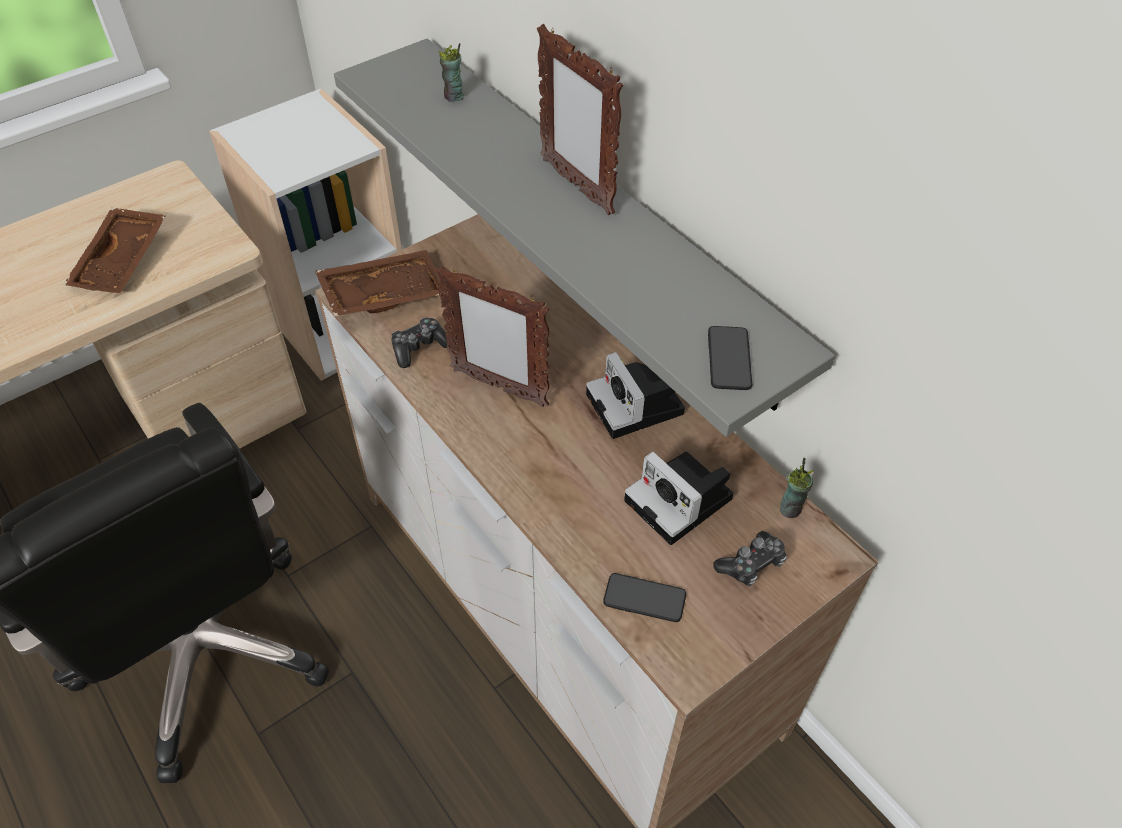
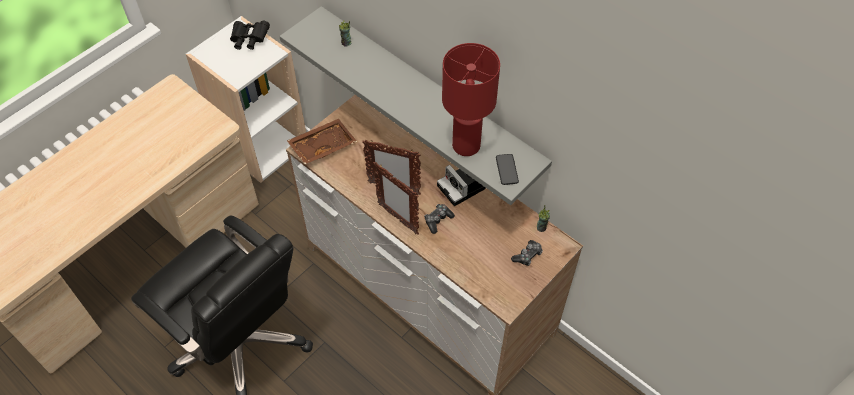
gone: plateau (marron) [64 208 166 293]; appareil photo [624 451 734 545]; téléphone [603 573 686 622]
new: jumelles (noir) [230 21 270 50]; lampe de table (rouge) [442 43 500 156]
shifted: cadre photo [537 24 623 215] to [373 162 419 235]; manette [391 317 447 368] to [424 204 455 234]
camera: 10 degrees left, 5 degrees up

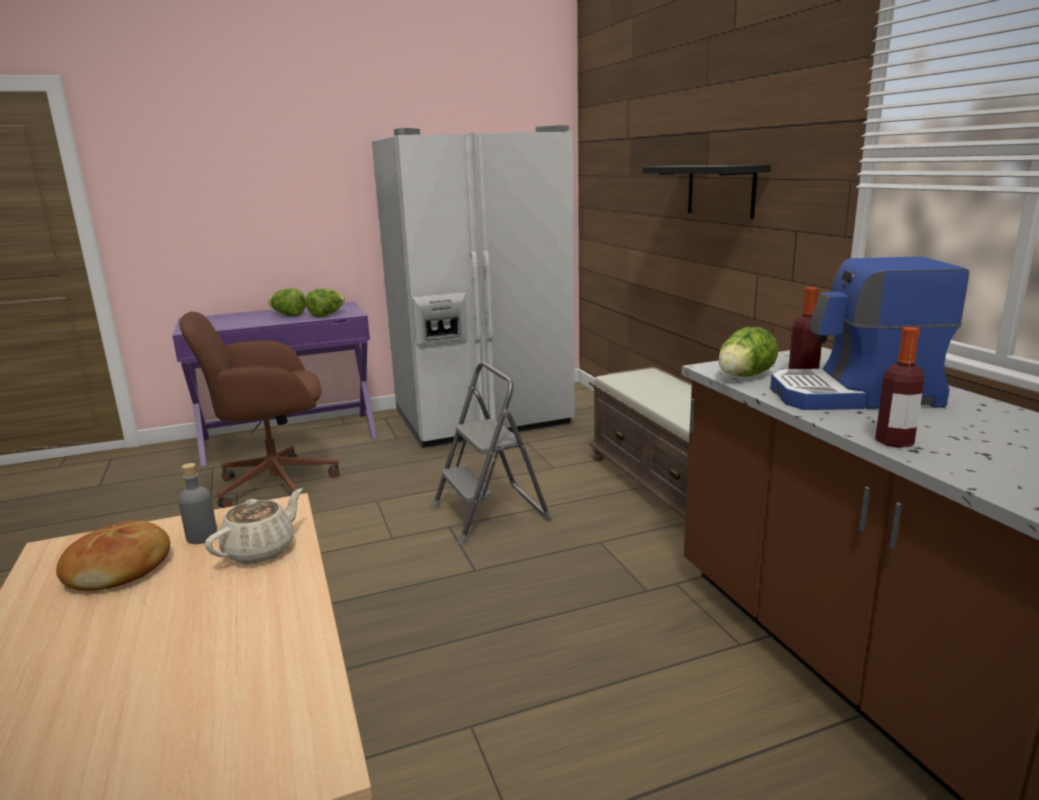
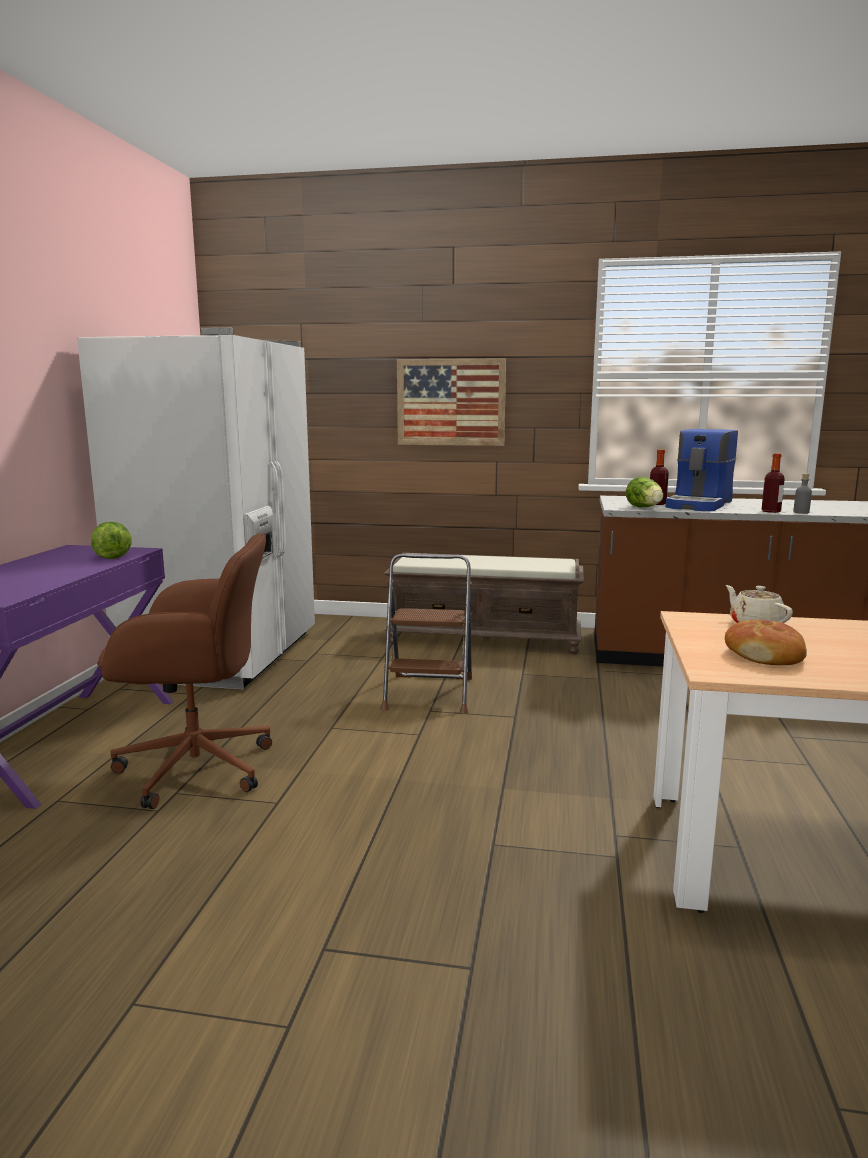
gone: laitue [268 288 306 316]
shifted: bouteille (gris) [178 463 217 544] to [793 474 812 514]
swapped: étagère (noir) [642 165 771 219] to tableau [397 358 506 446]
repainted: escabeau (gris) [430 362 551 545] to escabeau (marron) [380 553 472 714]
rotated: chaise de bureau (marron) [180 312 339 508] = [97 533 272 809] 105 degrees counterclockwise
camera: 60 degrees left, 5 degrees down

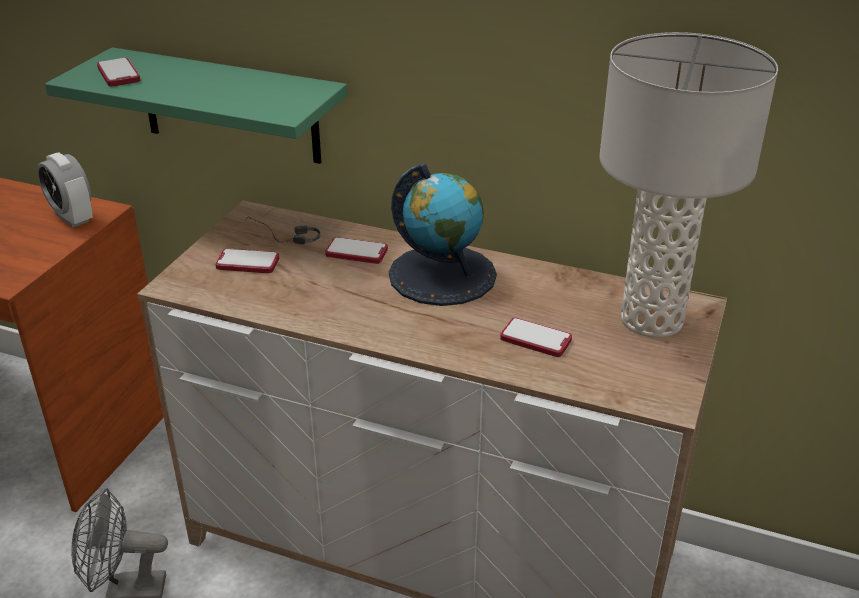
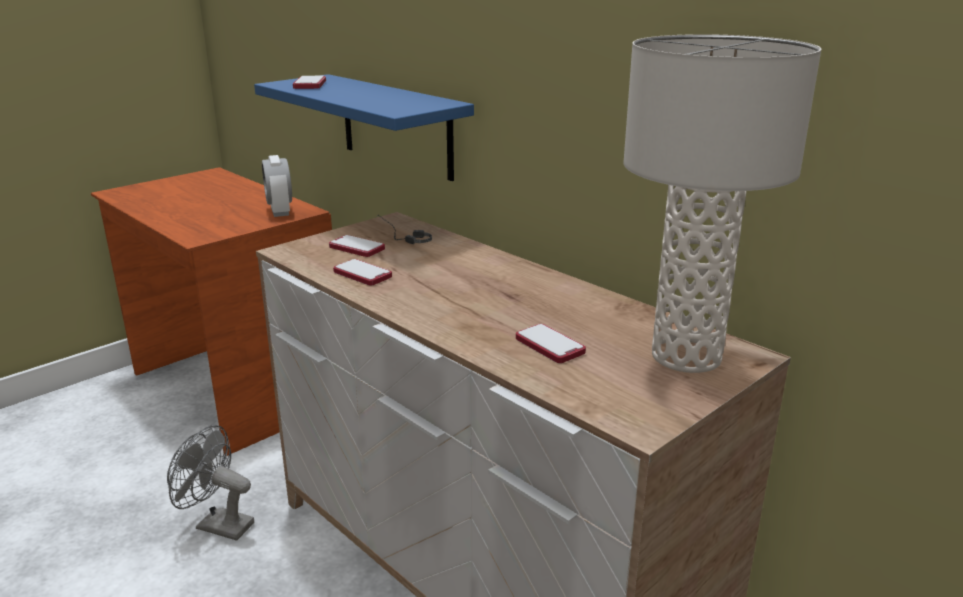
gone: globe [389 163 497 306]
shifted: téléphone [325 237 388 264] to [333 259 392 286]
repainted: étagère (vert) [45 47 348 164] to étagère (bleu) [254 74 474 181]
camera: 25 degrees right, 10 degrees down

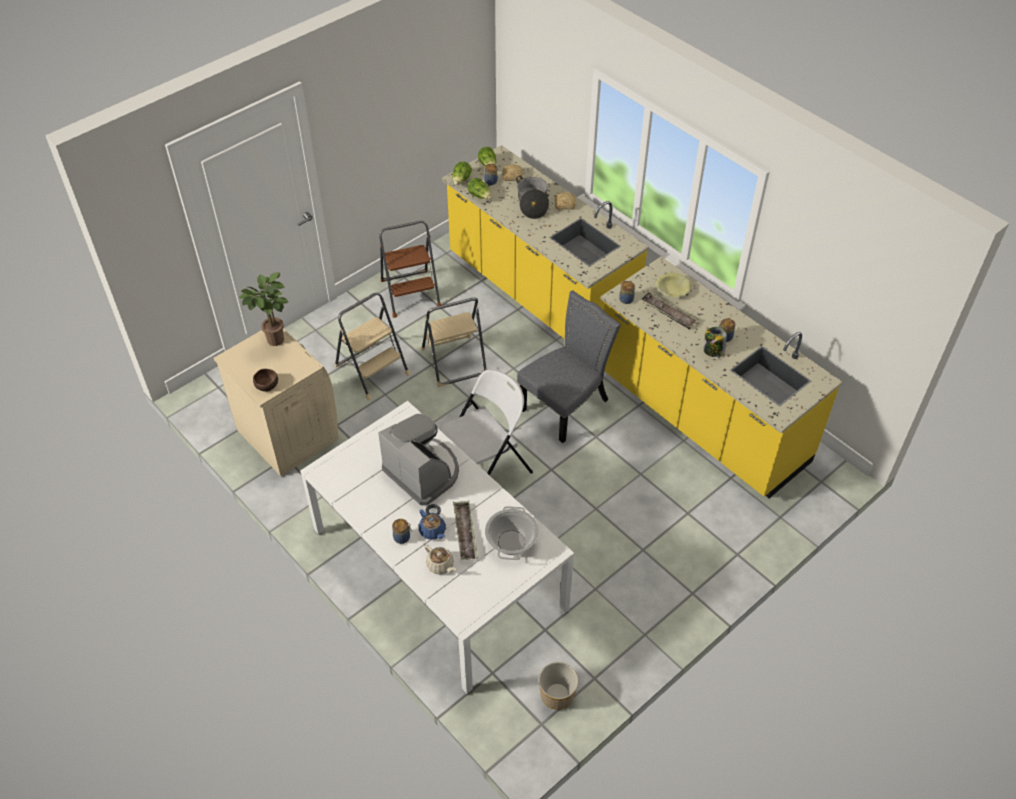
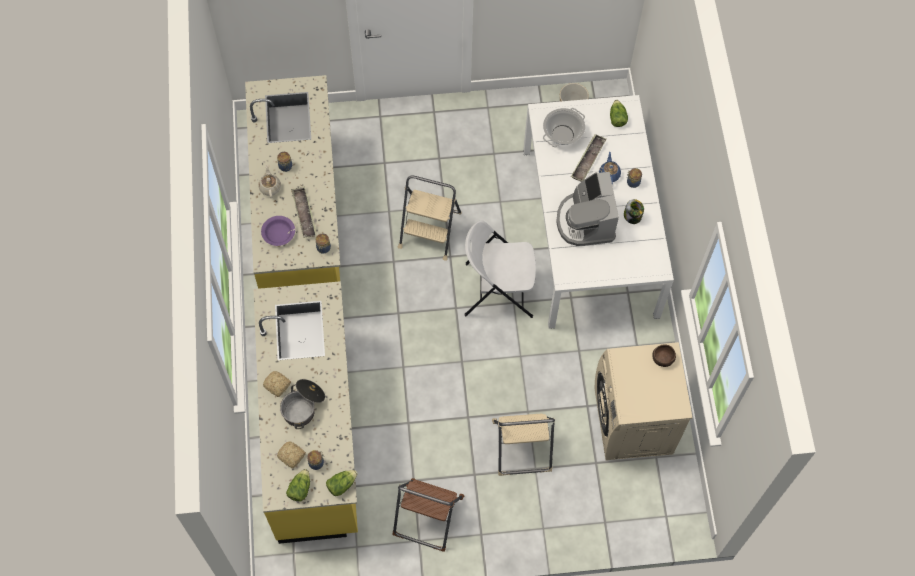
gone: plante en pot [239 273 288 346]; chaise (gris) [517 291 621 443]
shifted: laitue [468 178 491 200] to [610 100 628 127]; escabeau (beige) [421 298 487 387] to [398 176 462 261]; bocal [704 327 727 357] to [624 199 644 224]; théière (beige) [425 545 456 574] to [258 164 281 198]
repainted: bol (jaune) [656 273 691 297] to bol (violet) [261 216 295 246]
camera: 145 degrees left, 15 degrees up

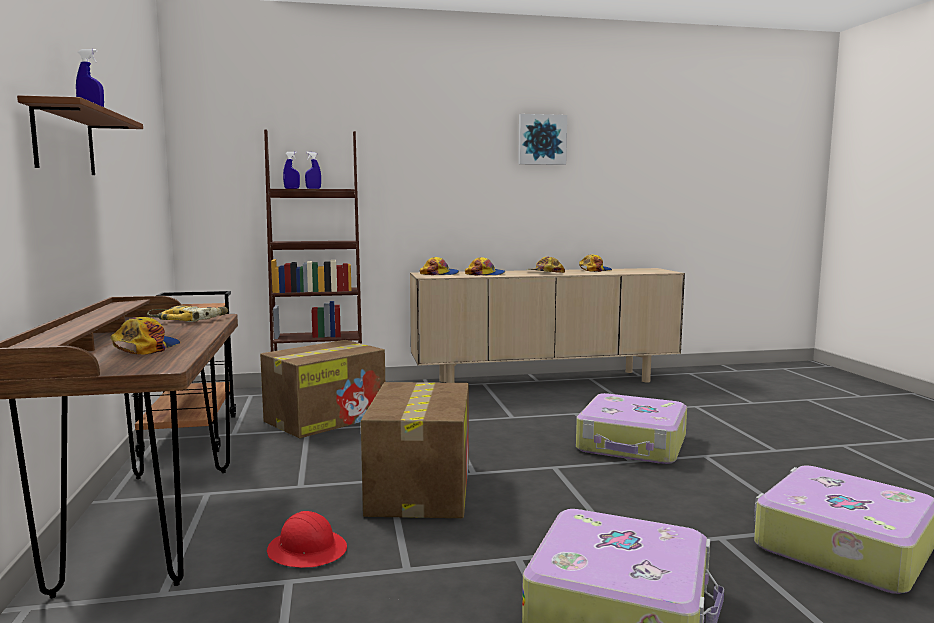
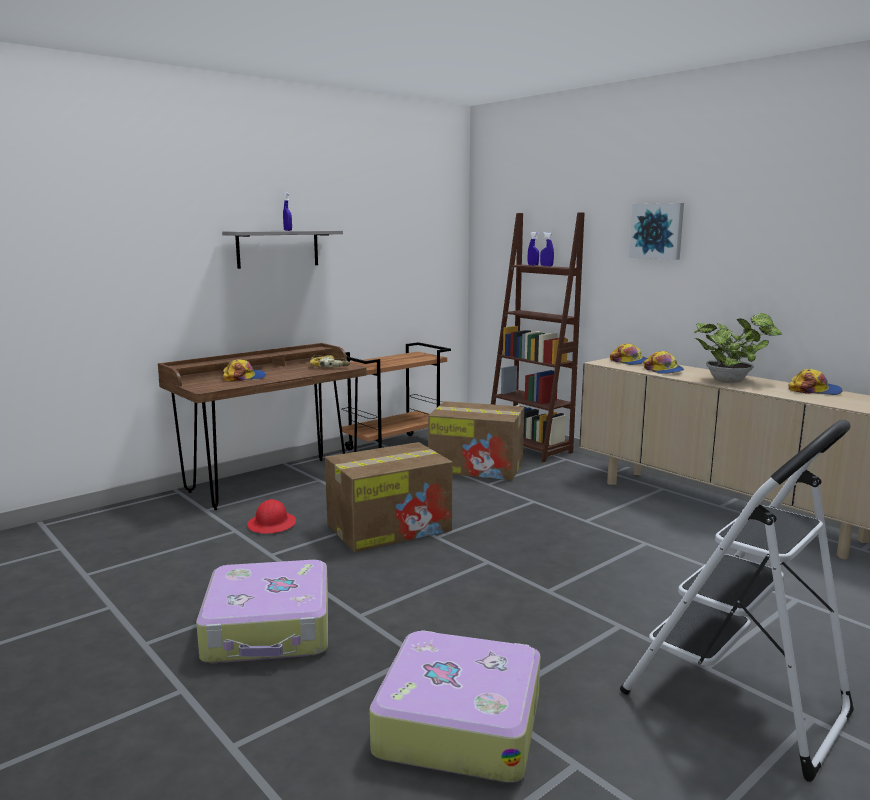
gone: valise [576 393 687 464]
new: escabeau [620 420 854 782]
shifted: tableau [518 114 567 165] to [629 203 684 260]
swapped: casquette [529 257 565 273] to plante en pot [694 313 782 383]
repainted: étagère (marron) [17 95 143 175] to étagère (gris) [222 230 343 269]
camera: 60 degrees right, 5 degrees up

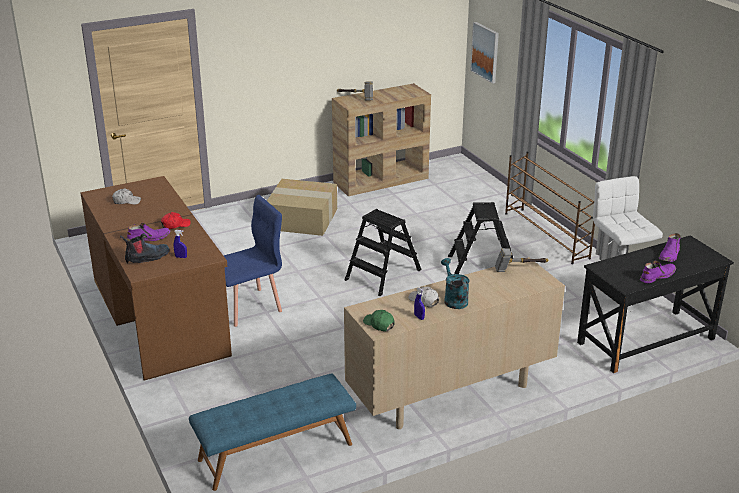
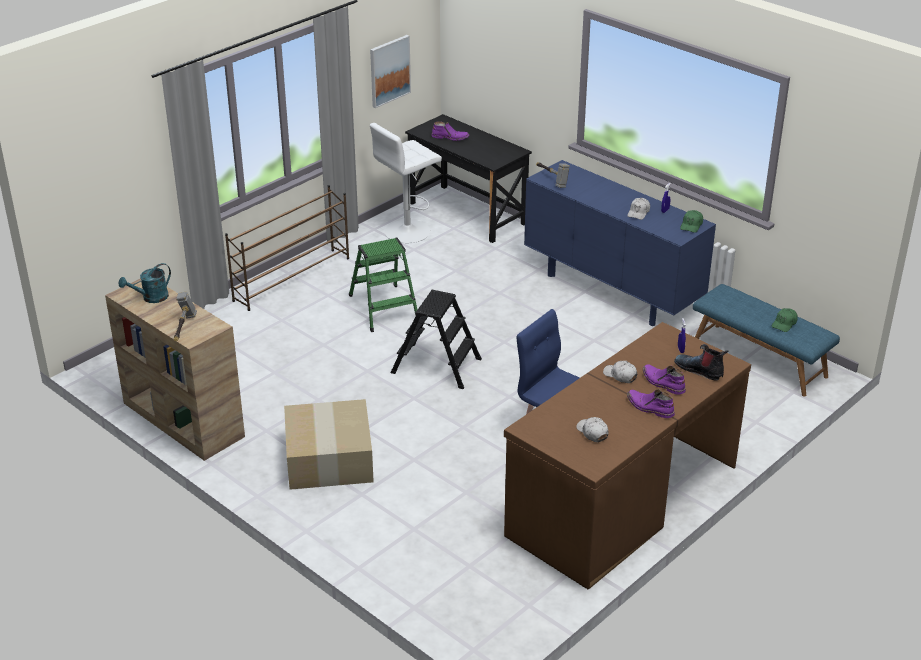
new: casquette (vert) [772 308 798 332]
shifted: tableau [470 22 499 84] to [370 35 411 108]; arrosoir (turquoise) [441 258 469 309] to [119 263 171 303]; botte (violet) [640 261 676 284] to [627 389 675 418]
repainted: escabeau (noir) [448 202 514 274] to escabeau (vert) [349 238 417 332]; casquette (rouge) [161 212 191 229] to casquette (blanc) [603 361 637 383]; commode (beige) [344 257 565 429] to commode (bleu) [524 160 716 326]
camera: 110 degrees left, 5 degrees up

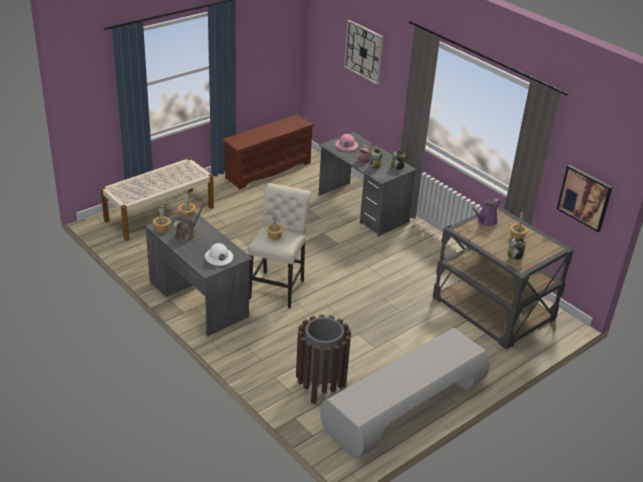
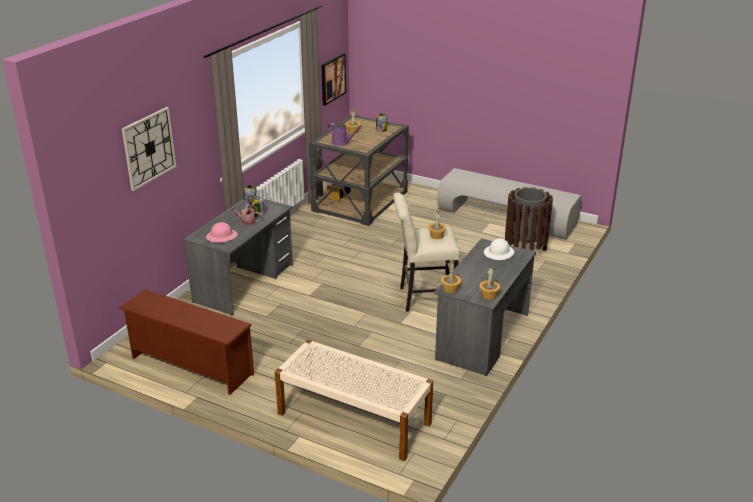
gone: arrosoir (marron) [173 202 206 241]
camera: 110 degrees left, 5 degrees down

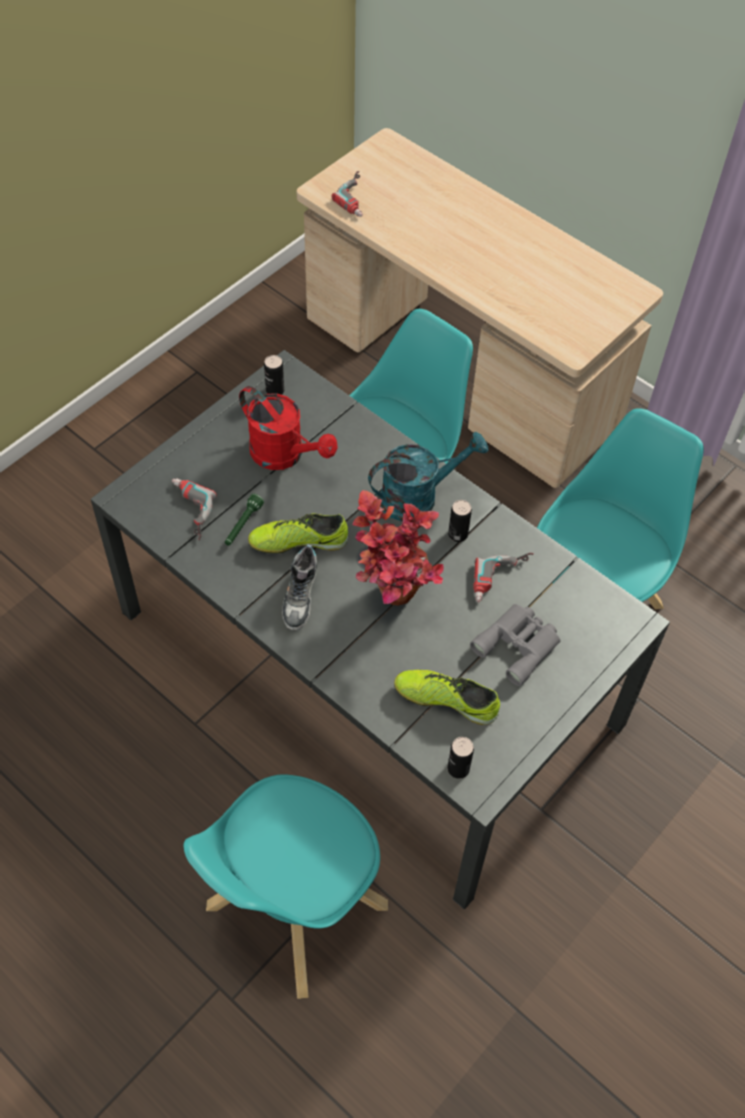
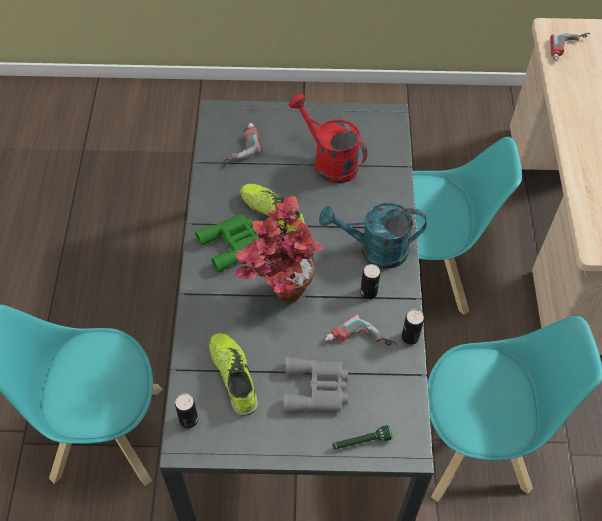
shifted: boîte métallique [264 355 284 395] to [402 309 424 345]; lampe de poche (vert) [225 494 264 546] to [332 425 392 449]
swapped: chaussure [282 544 317 630] to jumelles (vert) [195 214 259 273]
rotated: arrosoir (rouge) [239 386 338 470] = [289 94 367 183] 135 degrees clockwise; arrosoir (turquoise) [368 432 488 521] = [319 203 427 269] 150 degrees clockwise
camera: 50 degrees right, 0 degrees up

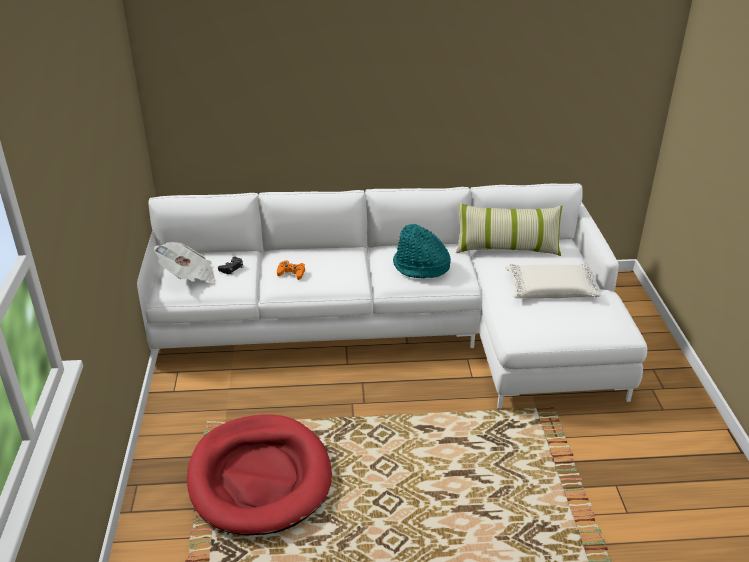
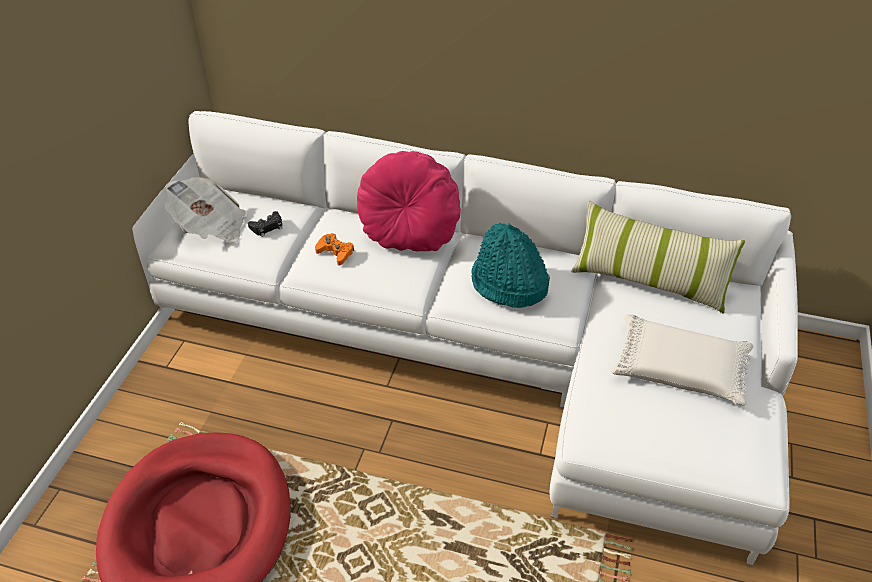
new: coussin (rose) [357 151 461 251]
camera: 20 degrees right, 10 degrees up

